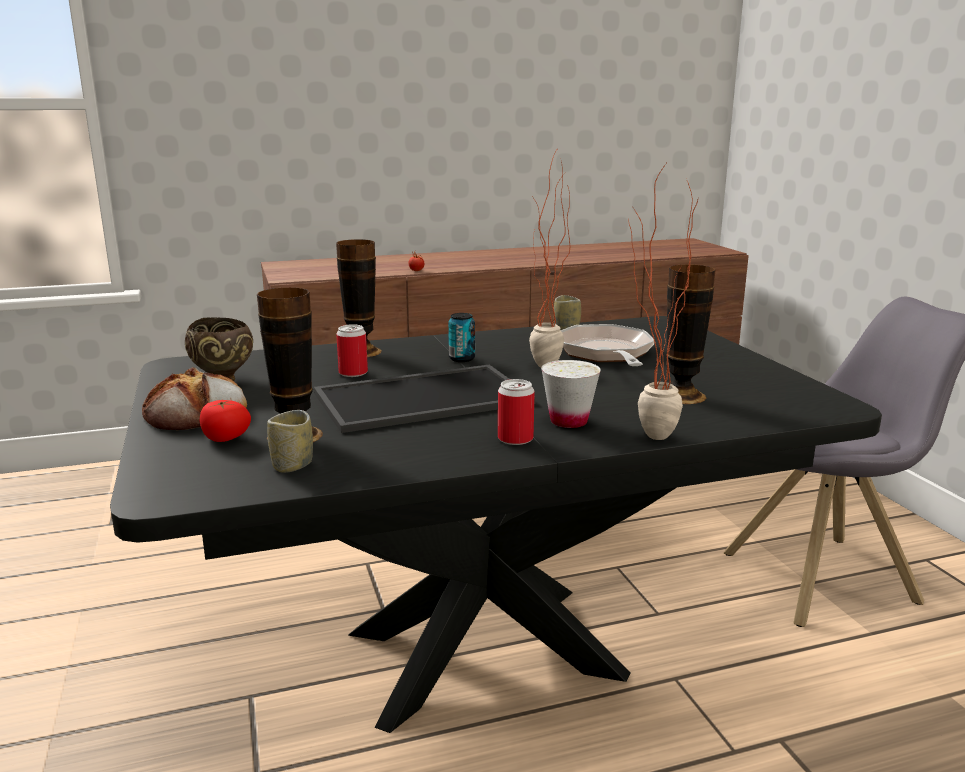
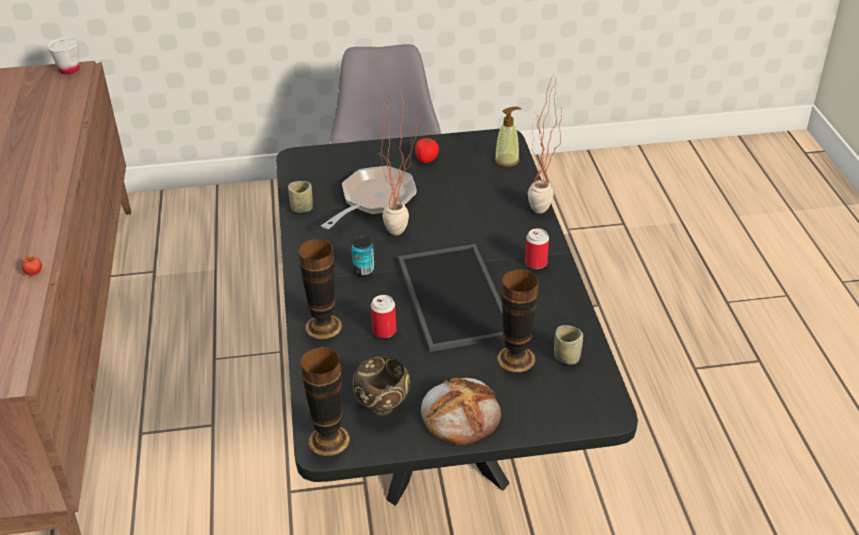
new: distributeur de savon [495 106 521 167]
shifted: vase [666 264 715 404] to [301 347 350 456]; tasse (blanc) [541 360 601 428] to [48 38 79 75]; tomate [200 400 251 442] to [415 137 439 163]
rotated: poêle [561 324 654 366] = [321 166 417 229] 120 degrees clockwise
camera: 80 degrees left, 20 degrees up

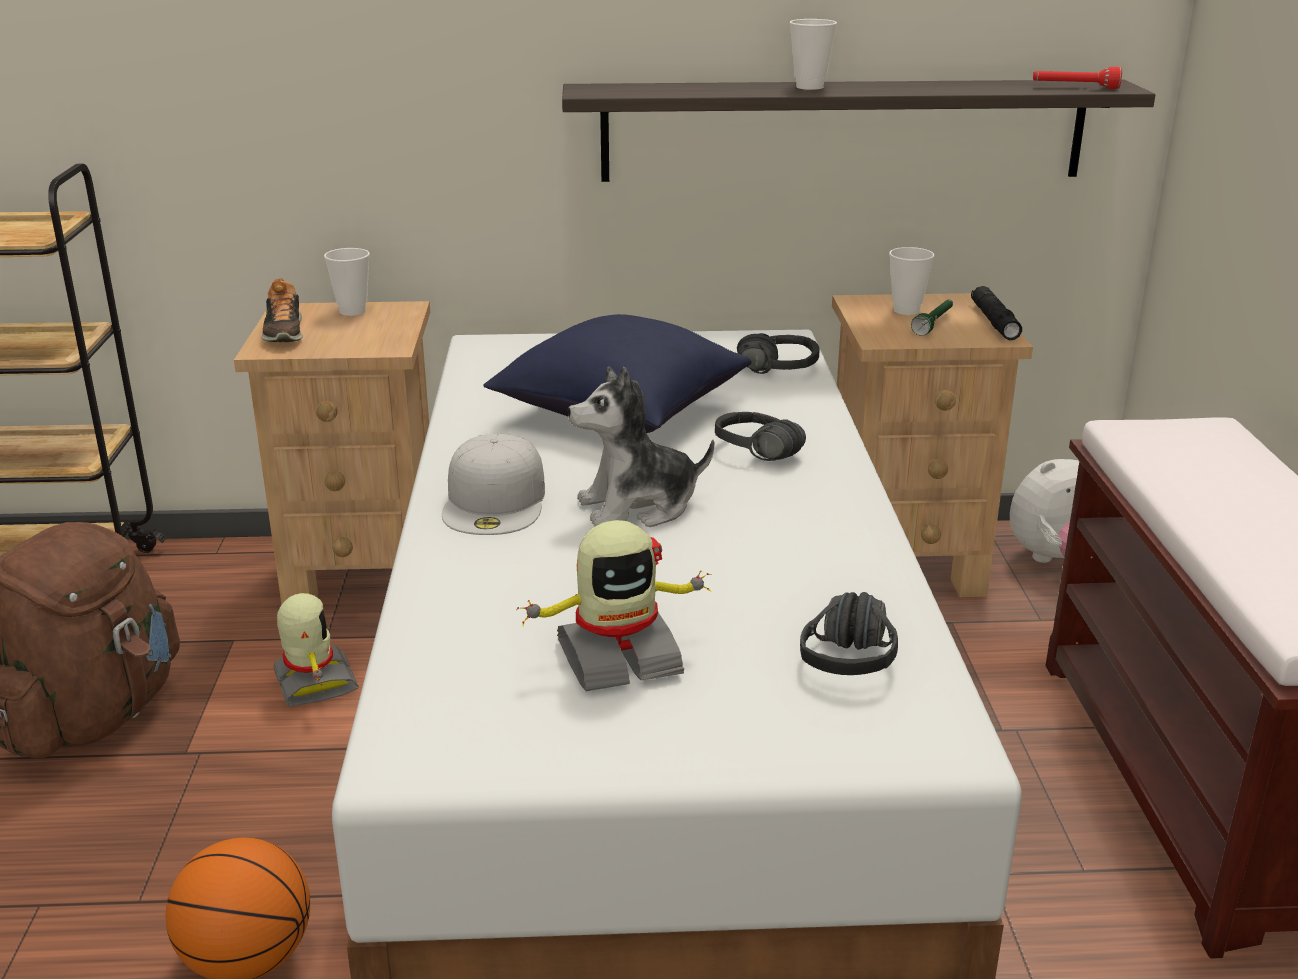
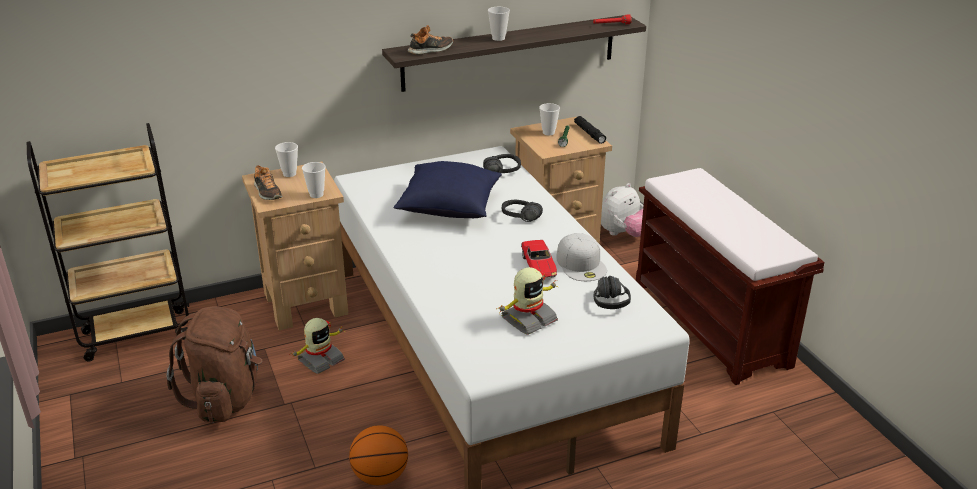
gone: peluche [568 367 714 527]
new: chaussure [408 25 453 55]; tasse [302 162 326 198]; petite voiture [521 240 557 278]
shifted: casquette (blanc) [442 434 545 535] to [556 233 607 281]
rotated: robot jouet [273 593 359 707] = [289 318 345 374] 90 degrees clockwise
camera: 20 degrees left, 5 degrees up

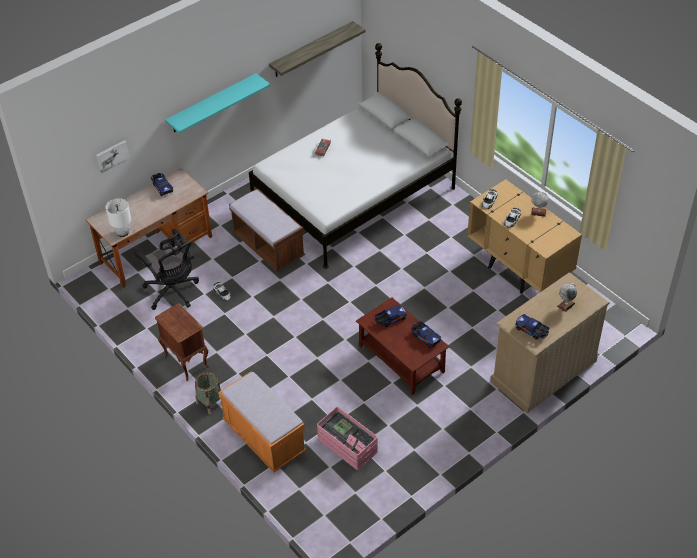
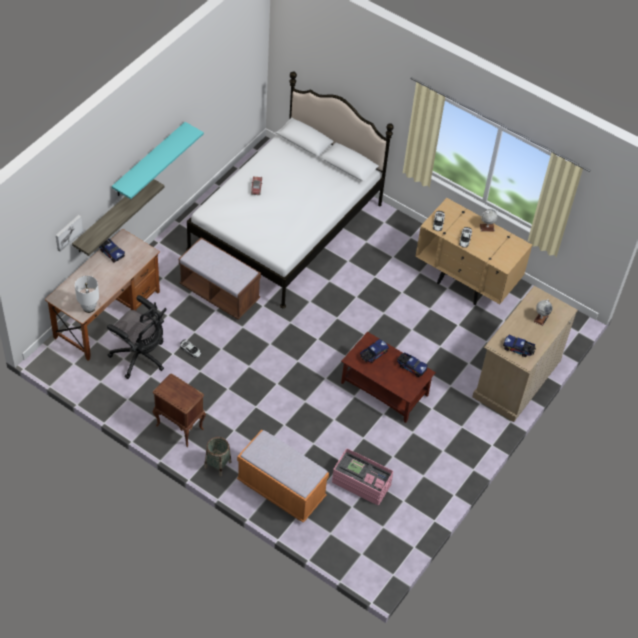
shifted: étagère [269 21 365 77] to [72 179 164 256]
camera: 20 degrees left, 5 degrees up

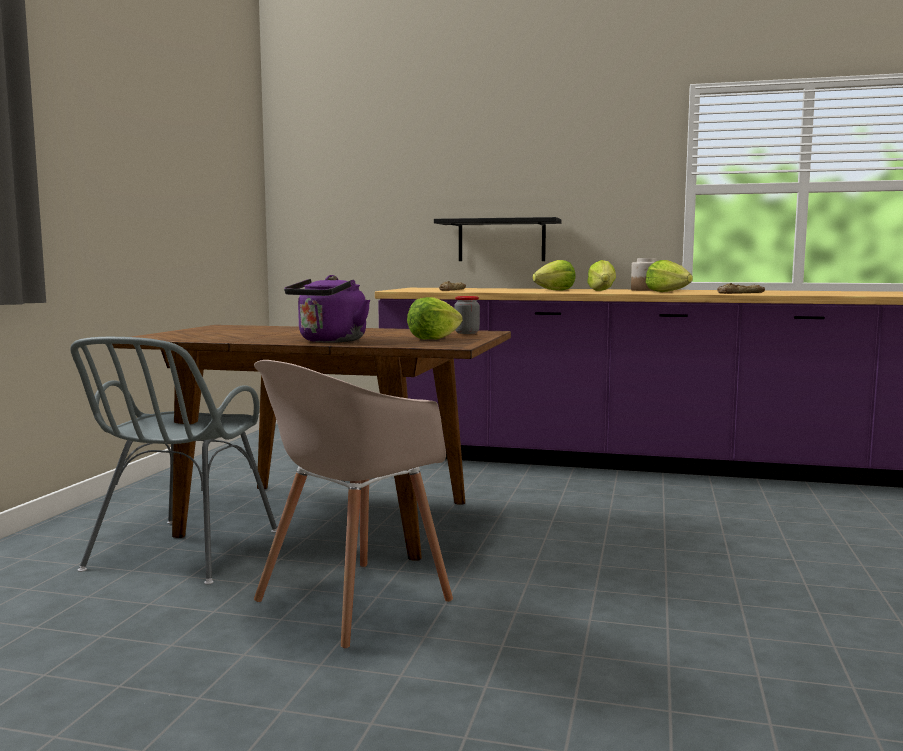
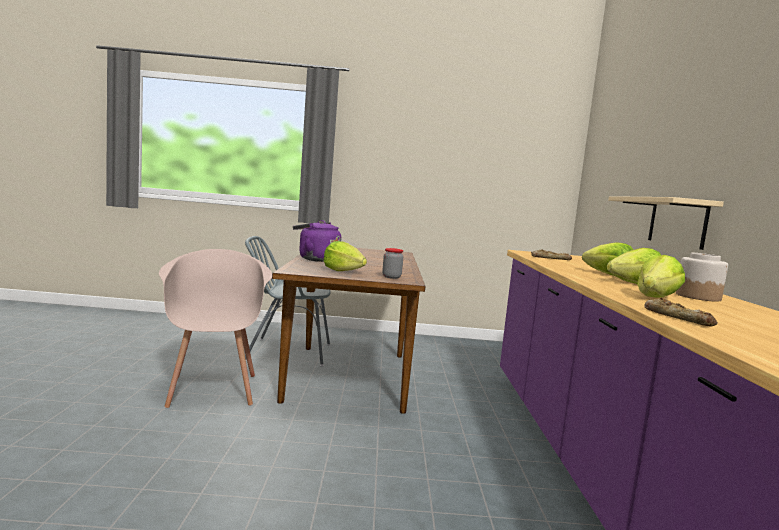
repainted: étagère (noir) [434 217 561 261] to étagère (beige) [608 196 724 250]
rotated: chaise (beige) [254 360 453 648] = [159 249 272 408] 45 degrees clockwise
camera: 75 degrees right, 0 degrees up

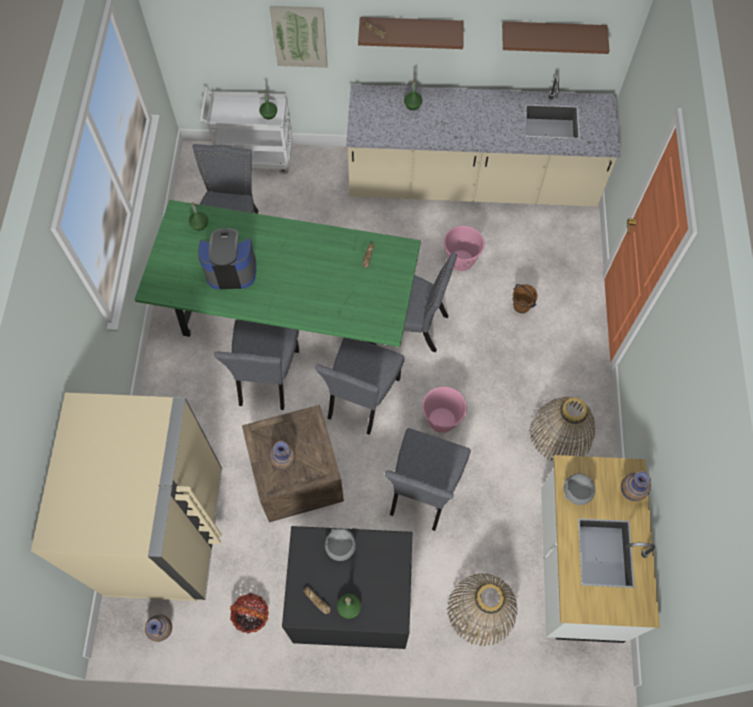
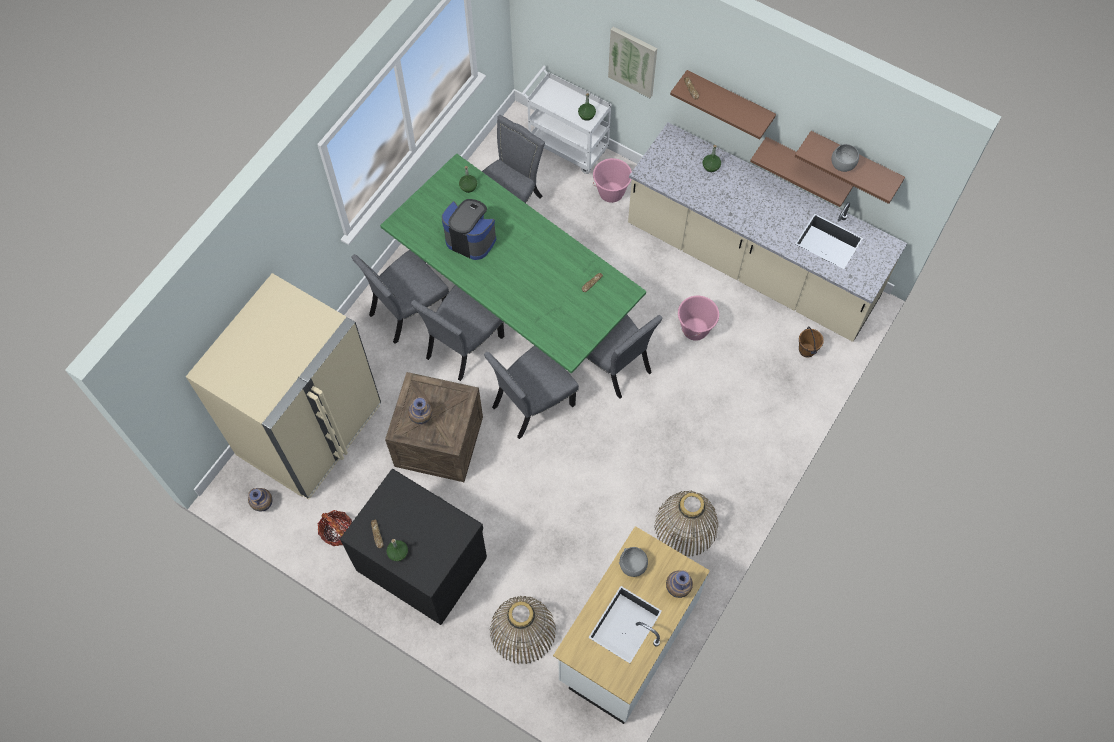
new: étagère (marron) [750 137 853 207]
shifted: seau (marron) [513 284 538 313] to [799 326 824 358]; seau (rose) [422 386 467 433] to [593 158 632 203]; chaise (gris) [385 428 471 531] to [352 250 449 344]; bol (gris) [325 528 356 561] to [831 143 859 172]
camera: 30 degrees right, 0 degrees up

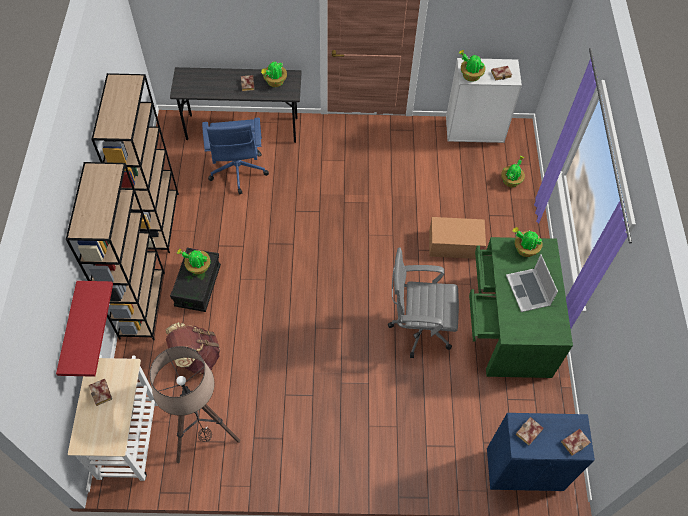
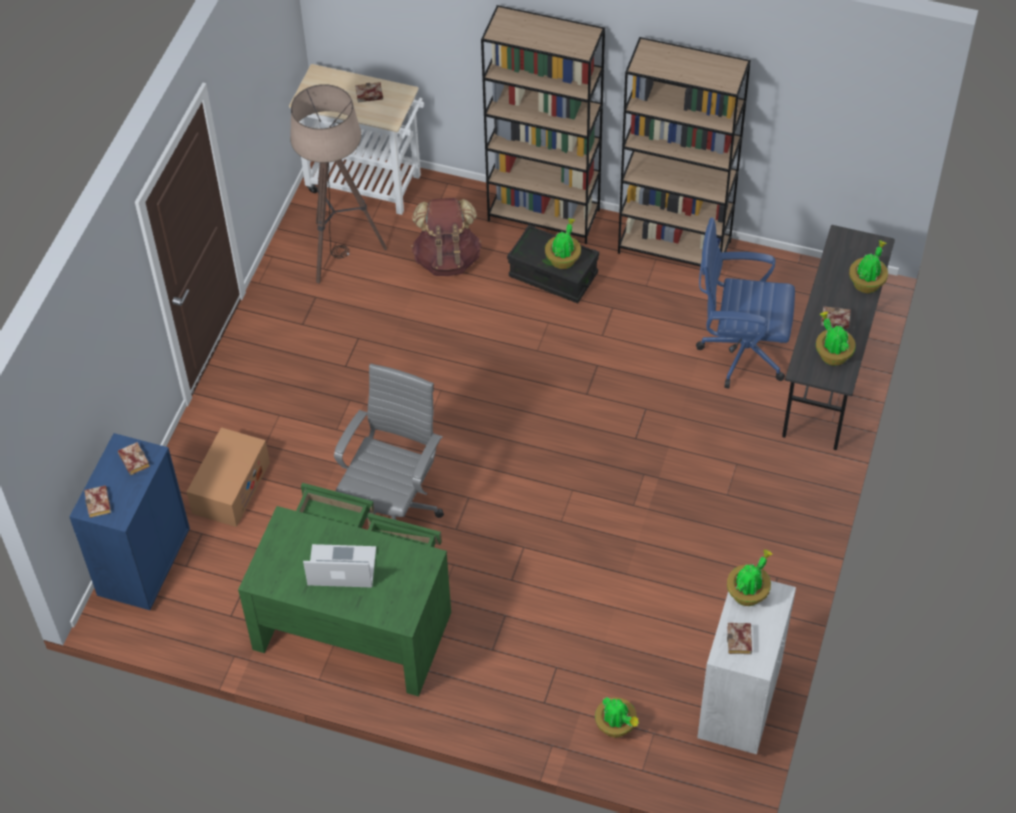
gone: étagère (rouge) [56 281 113 377]
shifted: carton [429 217 486 259] to [187 427 270 527]; plante en pot [512 227 542 257] to [849 240 888 293]
camera: 110 degrees right, 5 degrees down

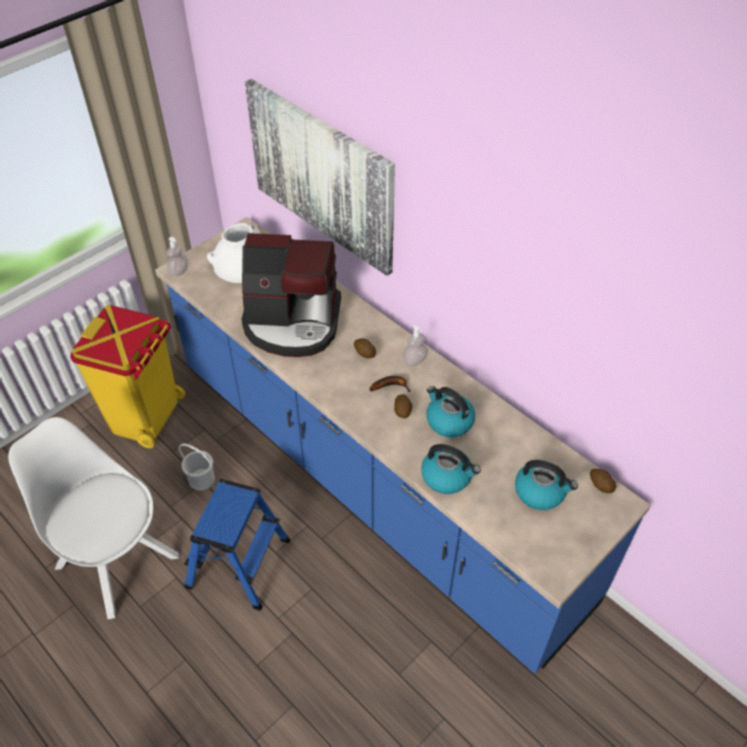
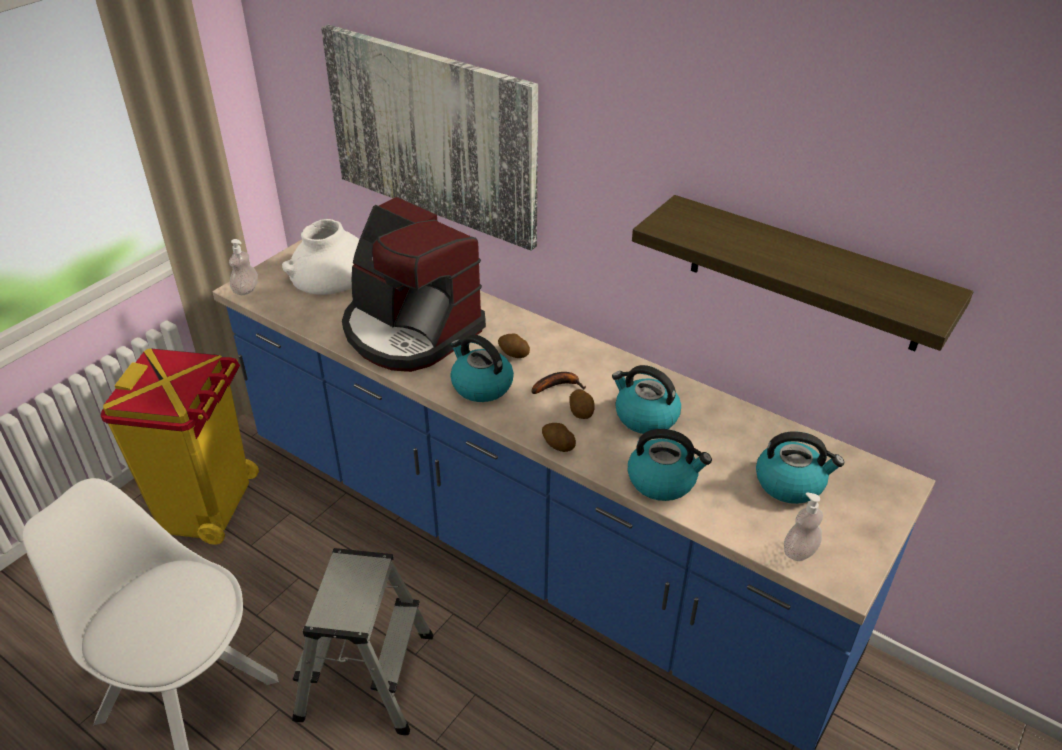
gone: seau (blanc) [178 444 215 490]
new: étagère [632 195 973 351]; bouilloire [450 335 514 402]
shifted: distributeur de savon [403 324 428 365] to [784 493 823 561]; pomme de terre [590 469 616 493] to [542 423 576 452]
repainted: escabeau (bleu) [184 479 290 611] to escabeau (gris) [292 548 433 735]
rotated: machine à café [241 233 341 357] = [342 197 486 372] 45 degrees clockwise
camera: 10 degrees left, 10 degrees down

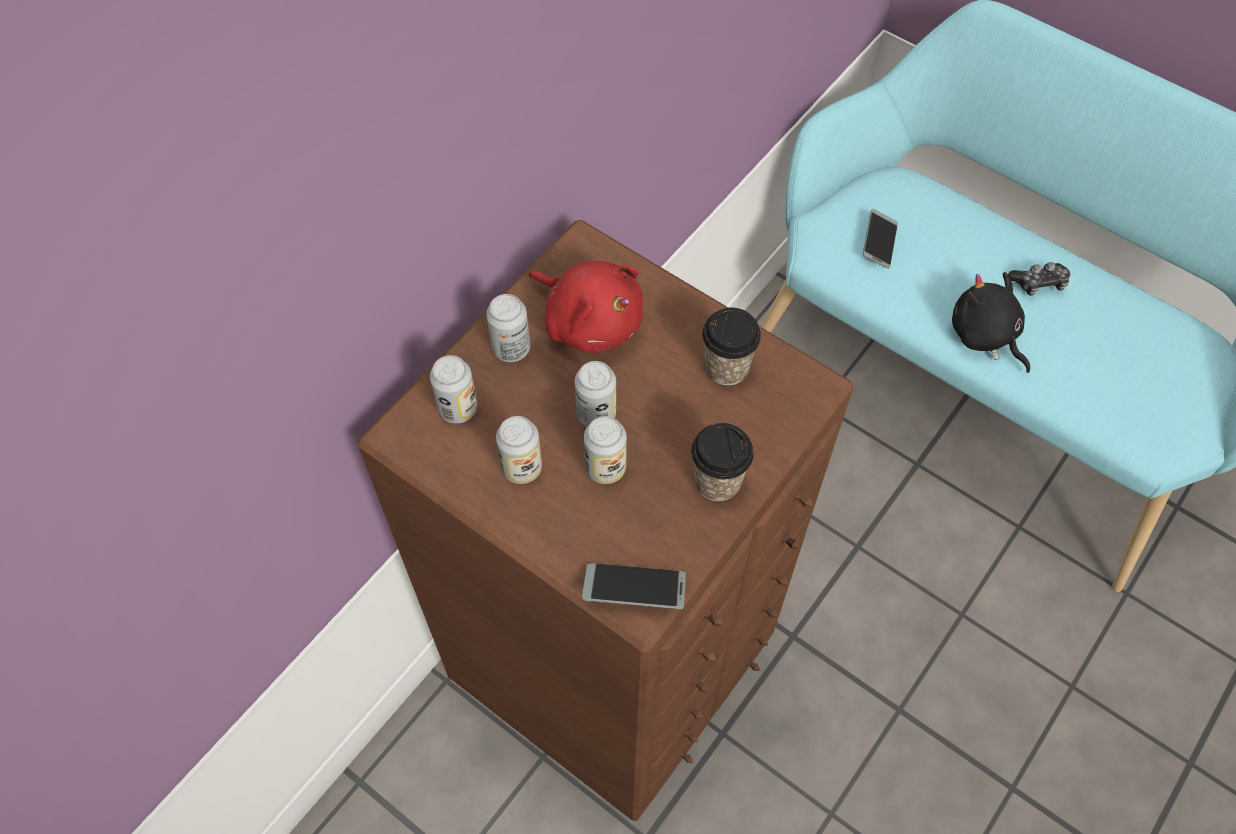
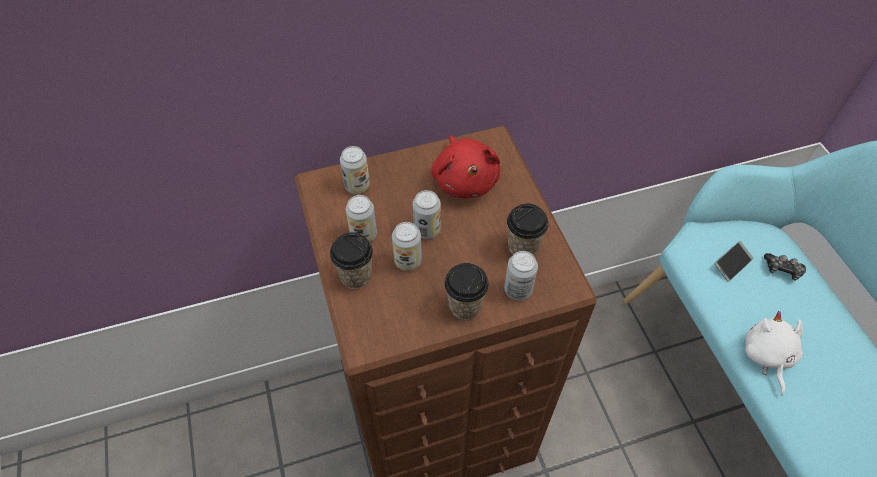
gone: téléphone [582 563 686 609]
new: tasse [330 233 373 289]
shifted: manette [1008 262 1070 296] to [764 253 806 281]; boîte métallique [486 294 530 362] to [504 251 538 300]
repainted: peluche (noir) [952 272 1030 373] to peluche (blanc) [745 311 803 395]
camera: 35 degrees right, 5 degrees down

